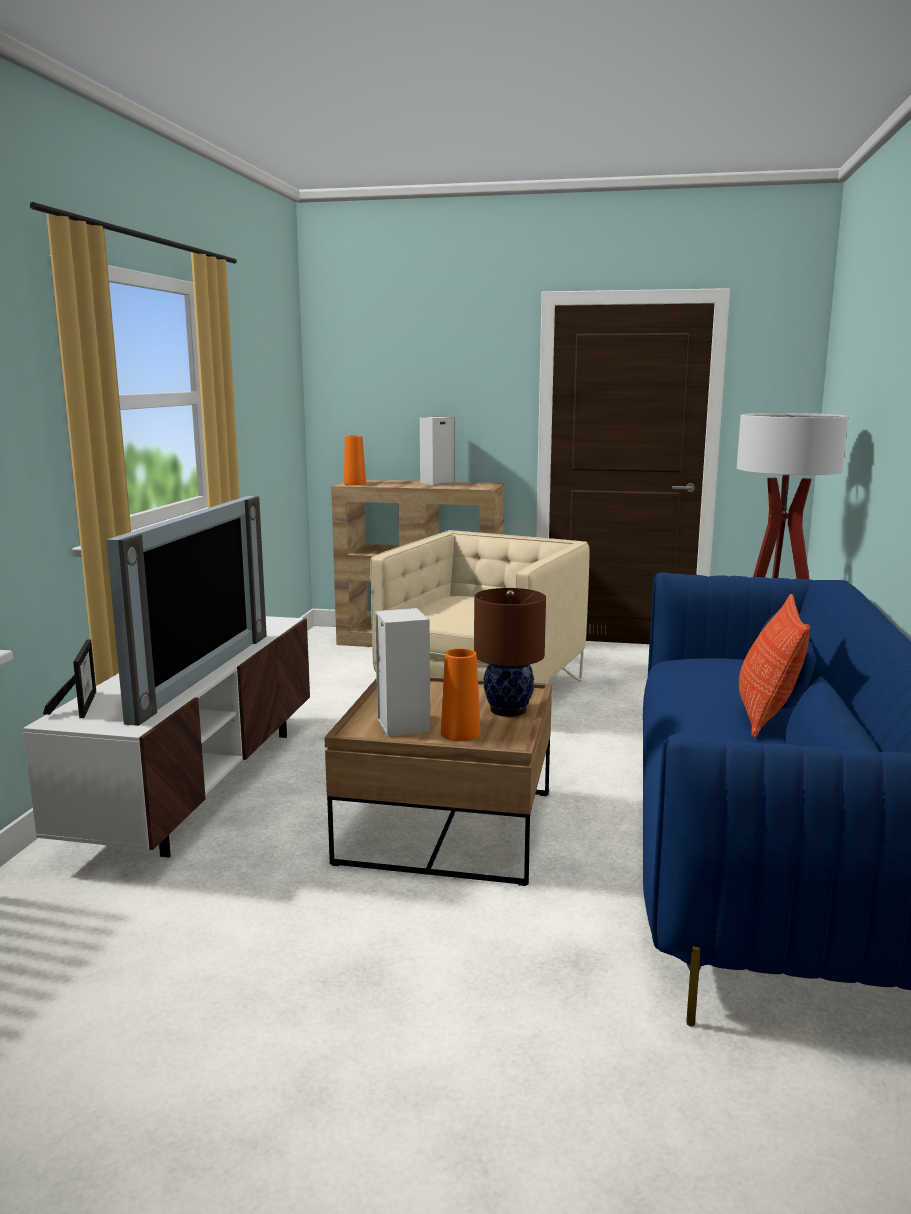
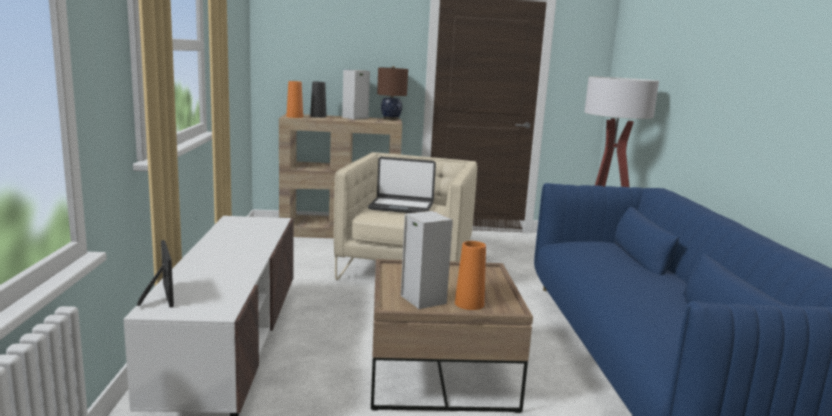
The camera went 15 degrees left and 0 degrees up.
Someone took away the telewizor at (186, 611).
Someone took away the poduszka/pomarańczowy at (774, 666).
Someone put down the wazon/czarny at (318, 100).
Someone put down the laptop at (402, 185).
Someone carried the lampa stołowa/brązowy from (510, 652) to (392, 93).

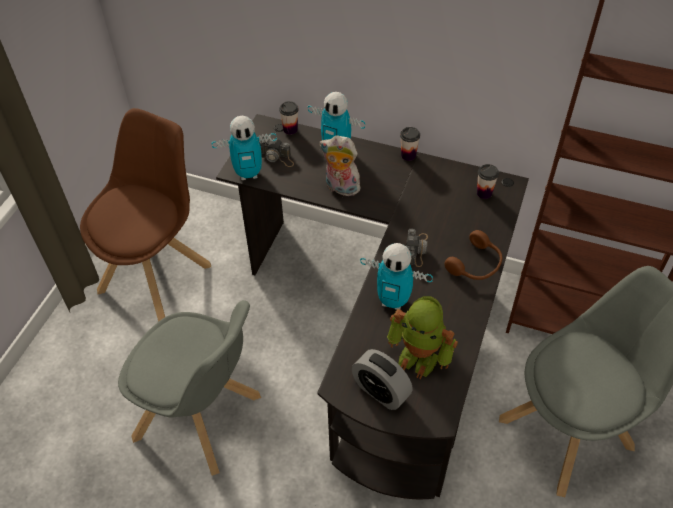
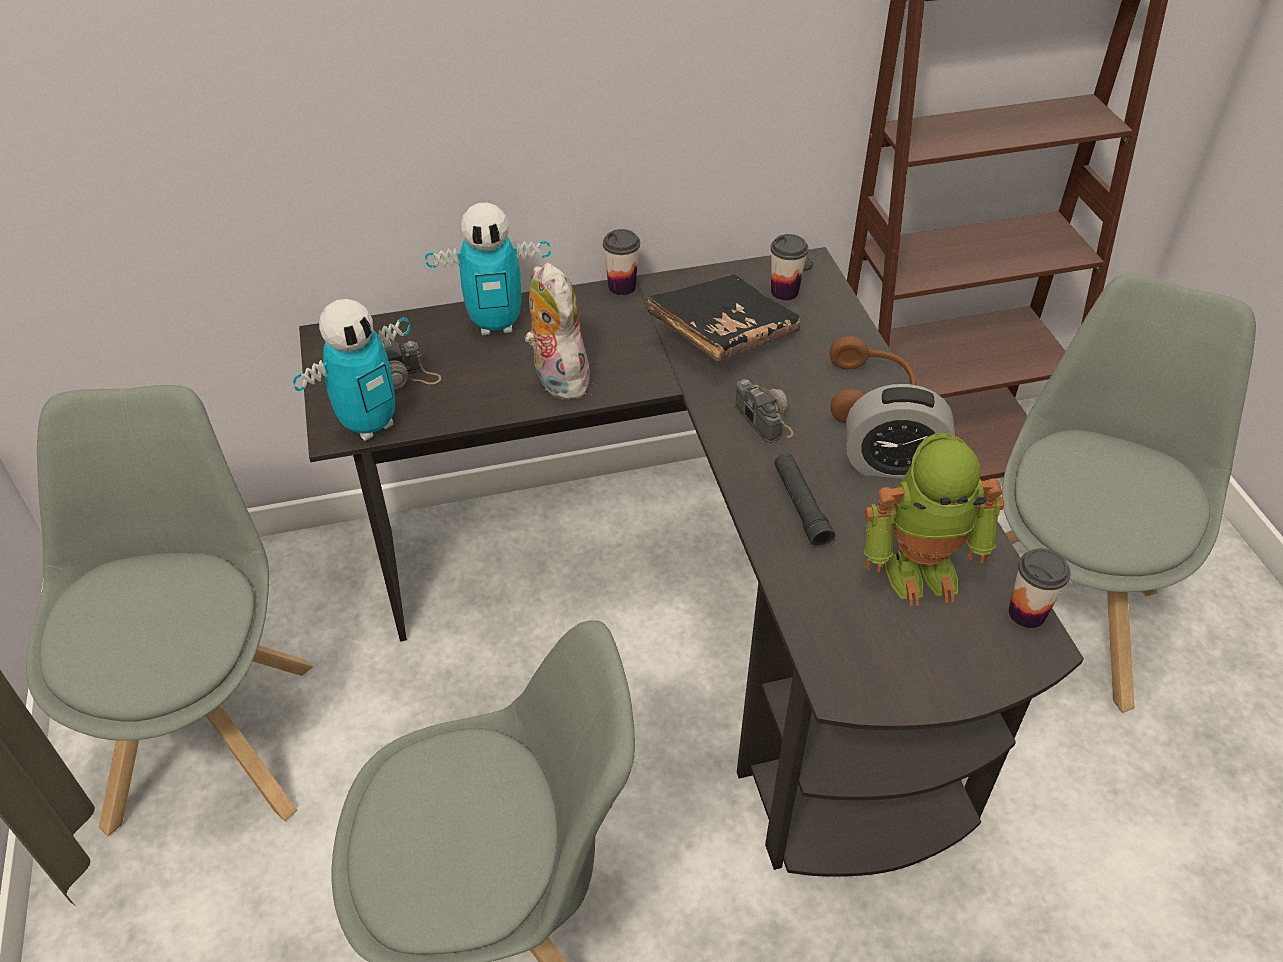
The camera went 35 degrees left and 5 degrees down.
Someone put down the książka/czarny at (723, 317).
Someone carried the filiżanka from (289, 118) to (1040, 588).
Someone carried the budzik from (382, 379) to (900, 431).
Someone swapped the robot zabawkowy at (396, 276) for the latarka/czarny at (804, 500).
Someone repainted the krzesło/brązowy at (145, 215), which became the krzesło/szary at (169, 610).
Someone rotated the pluszak at (339, 165) by 75 degrees clockwise.

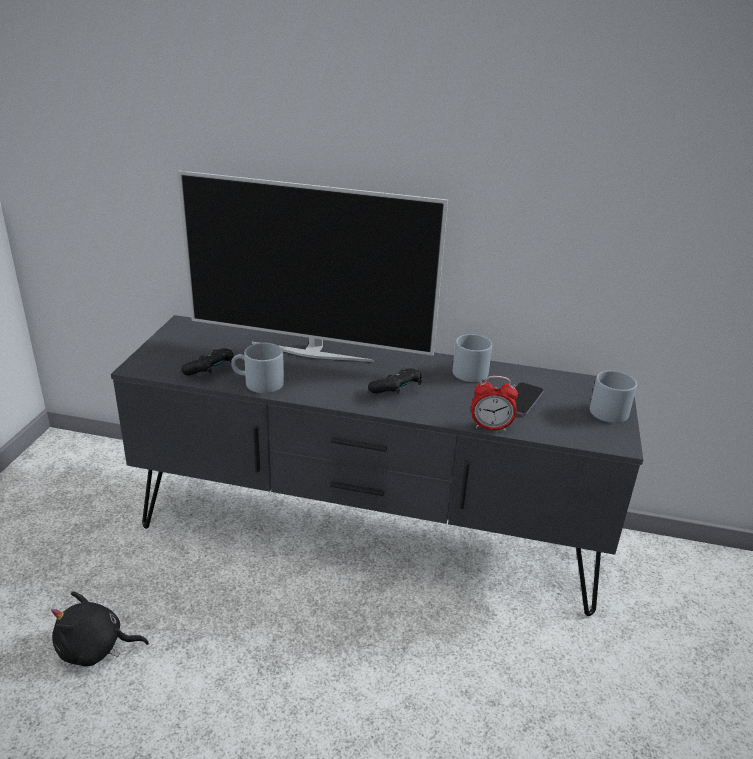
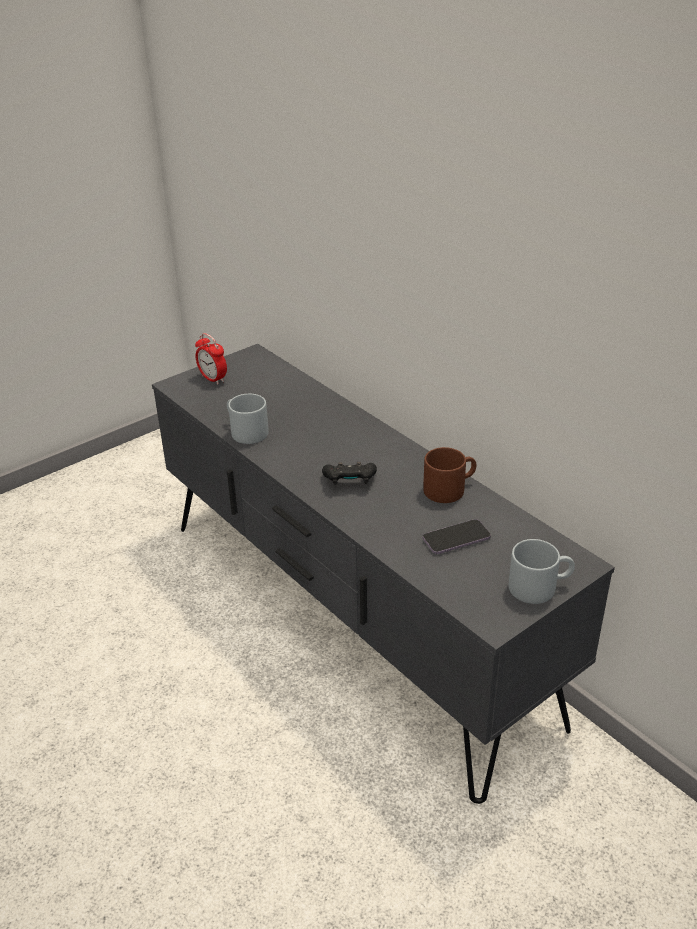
The camera went 40 degrees right and 5 degrees up.
Someone took away the pluszak/czarny at (100, 629).
Someone took away the telewizor at (313, 266).
Someone took away the pad do gier/czarny at (207, 361).
Someone carried the budzik from (494, 403) to (211, 359).
Someone repainted the kubek/szary at (472, 358), which became the kubek/brązowy at (449, 475).

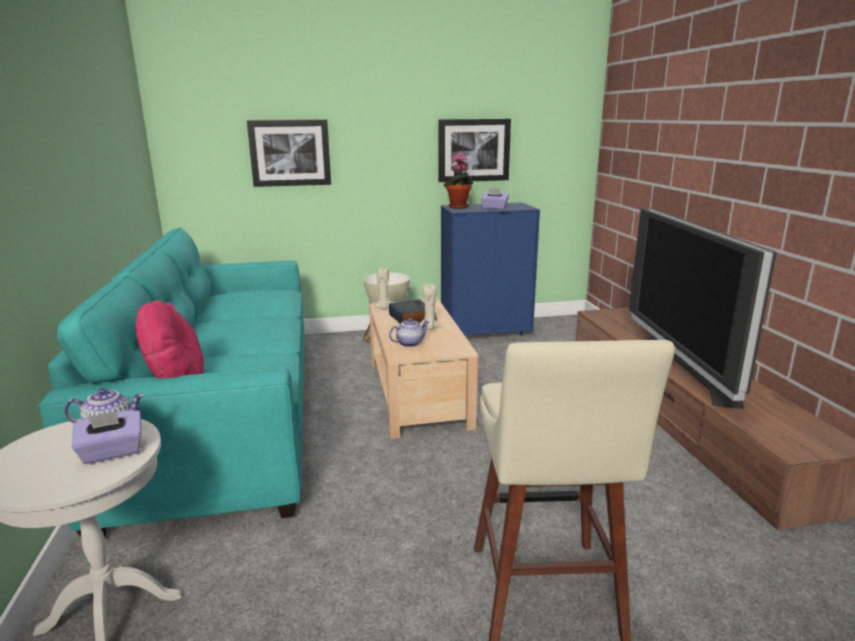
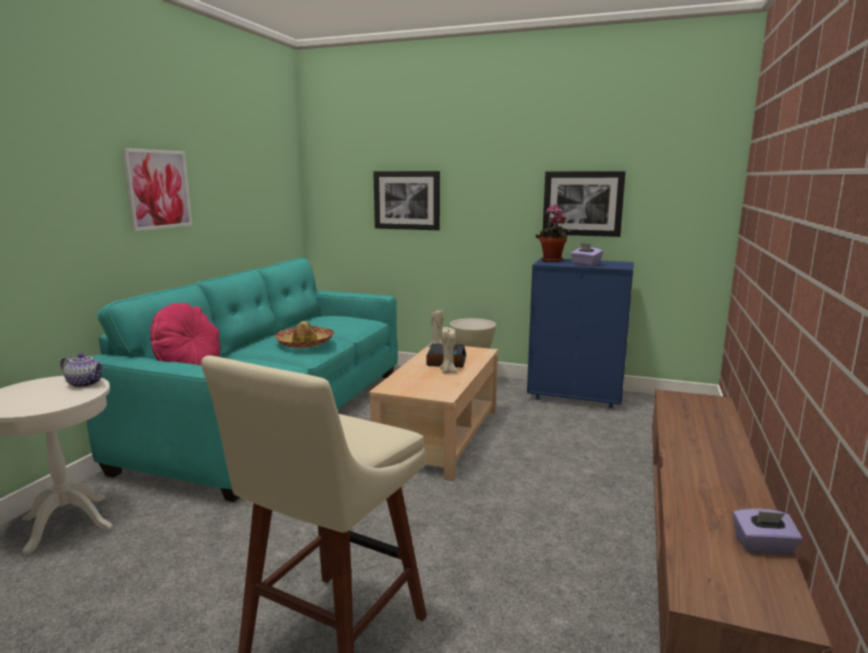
The camera went 30 degrees right and 5 degrees down.
Someone took away the imbryk at (409, 332).
Someone took away the telewizor at (702, 308).
Someone put up the obraz at (157, 190).
Someone put down the kapelusz at (304, 334).
Someone carried the pudełko chusteczek/fioletowy from (106, 437) to (767, 532).

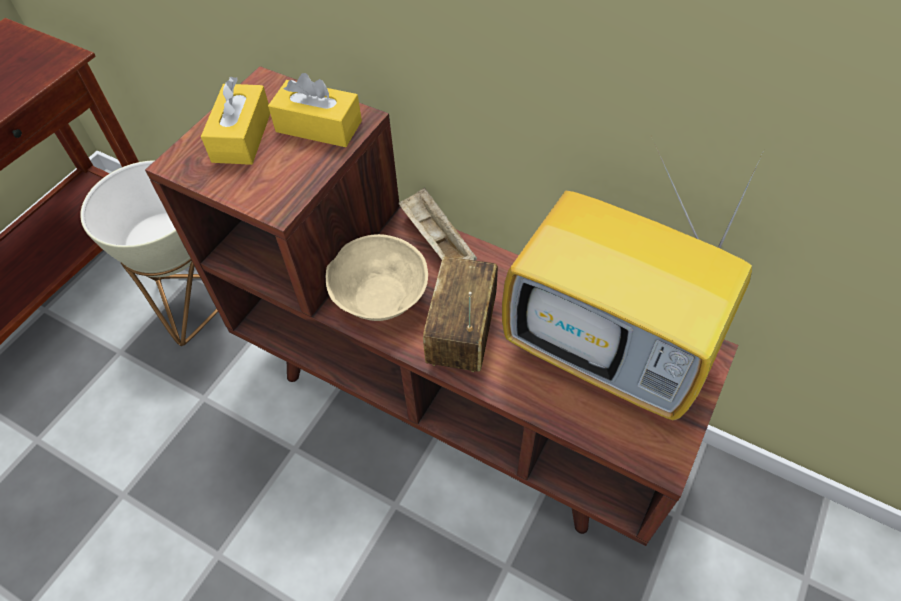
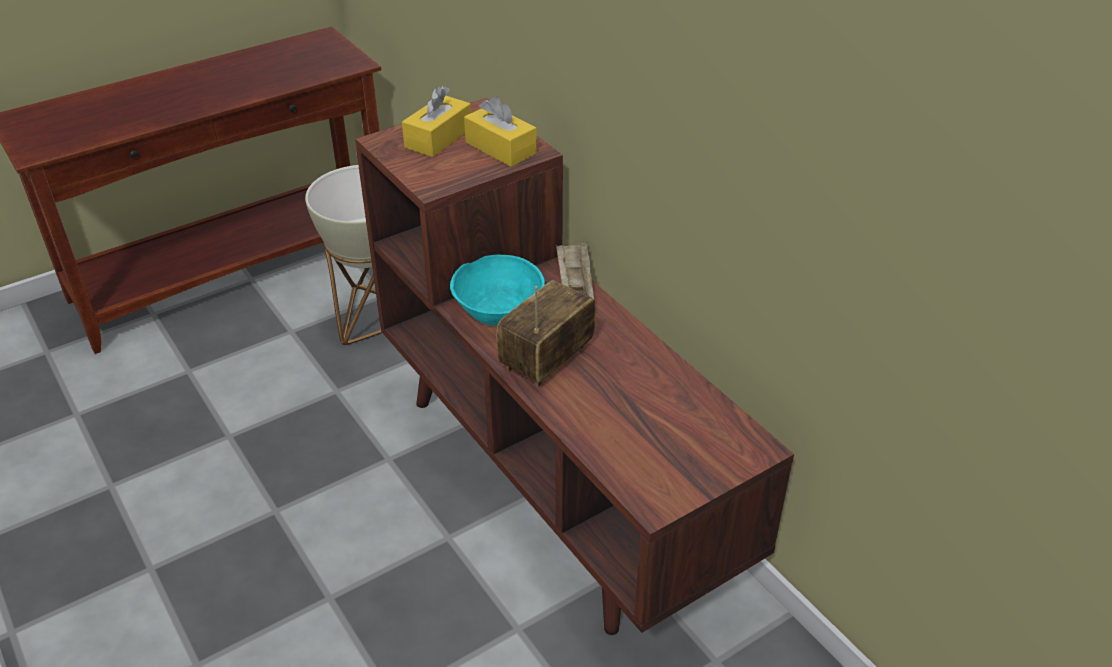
The camera went 25 degrees right and 15 degrees down.
Someone took away the telewizor at (634, 278).
Someone repainted the miska/beżowy at (377, 277), which became the miska/turkusowy at (497, 290).

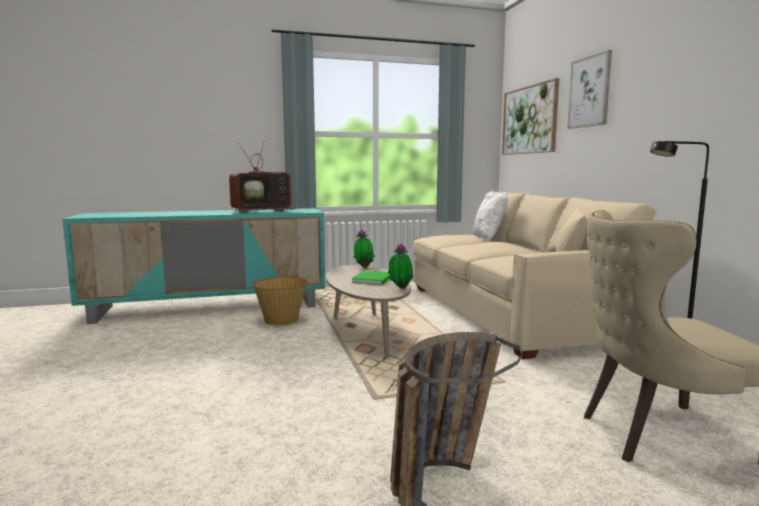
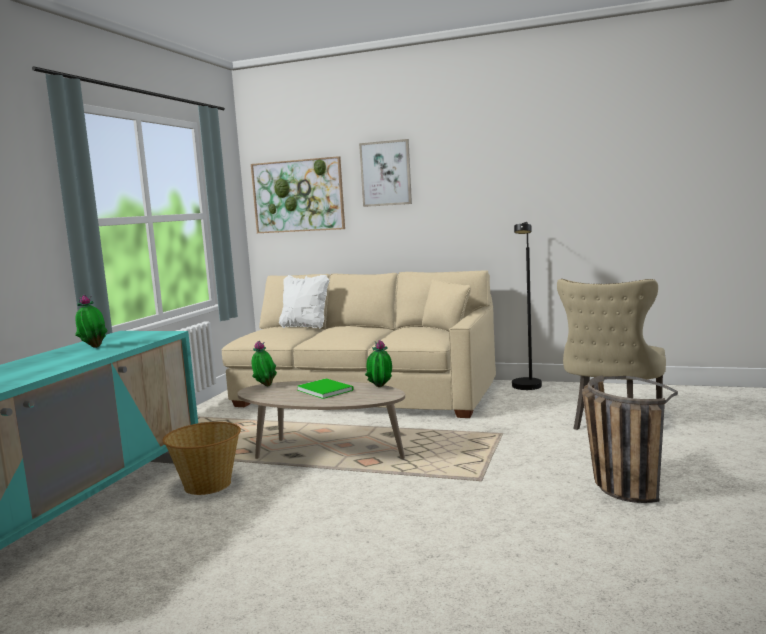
The camera went 55 degrees left and 0 degrees up.
Someone swapped the telewizor at (261, 176) for the roślina doniczkowa at (91, 321).

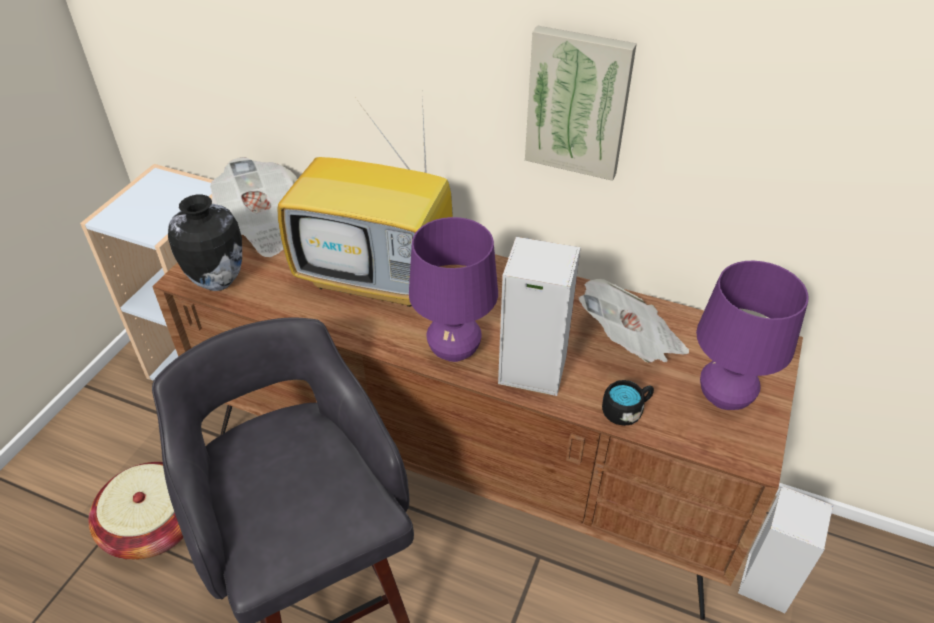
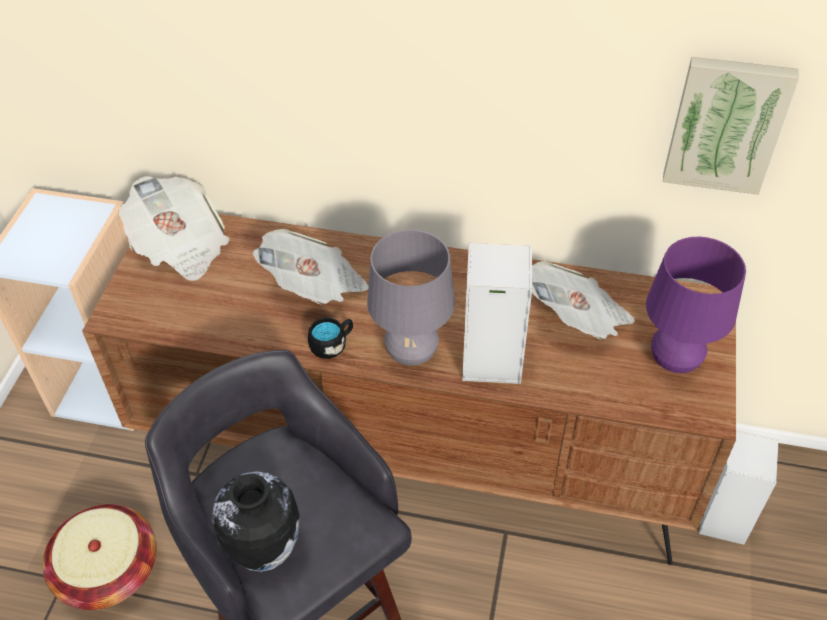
The camera went 10 degrees left and 5 degrees up.
Someone carried the wazon from (205, 243) to (255, 521).
Someone carried the obraz from (581, 103) to (731, 126).
Someone carried the kubek/czarny from (628, 403) to (330, 338).
Someone swapped the telewizor at (365, 202) for the gazeta at (311, 267).
Someone repainted the lampa stołowa/fioletowy at (453, 289), which became the lampa stołowa/szary at (411, 297).

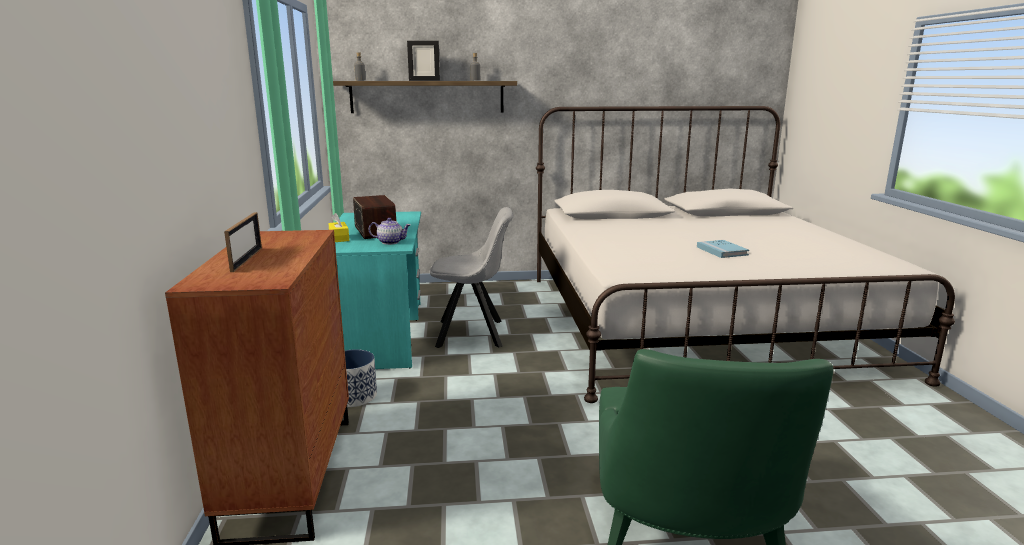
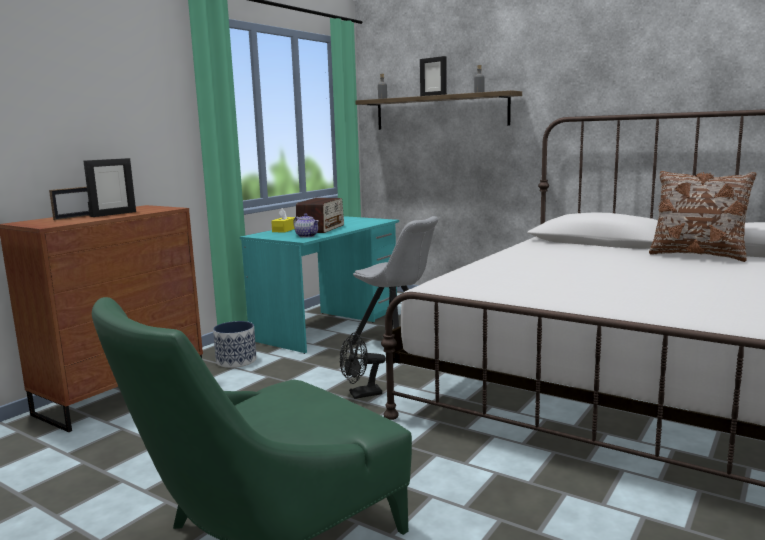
The camera went 40 degrees right and 5 degrees down.
Someone took away the książka/niebieski at (723, 249).
Someone put down the ramka na zdjęcie at (109, 187).
Someone put down the wentylator/czarny at (363, 365).
Someone put down the poduszka/brązowy at (702, 216).

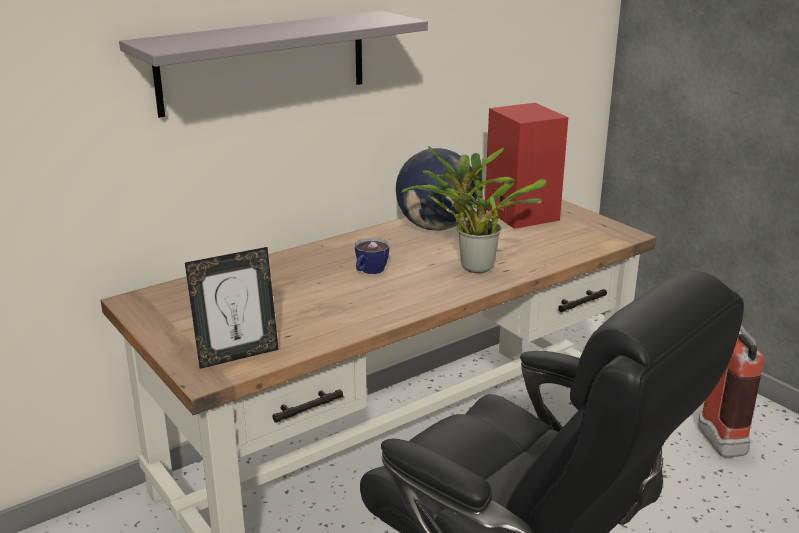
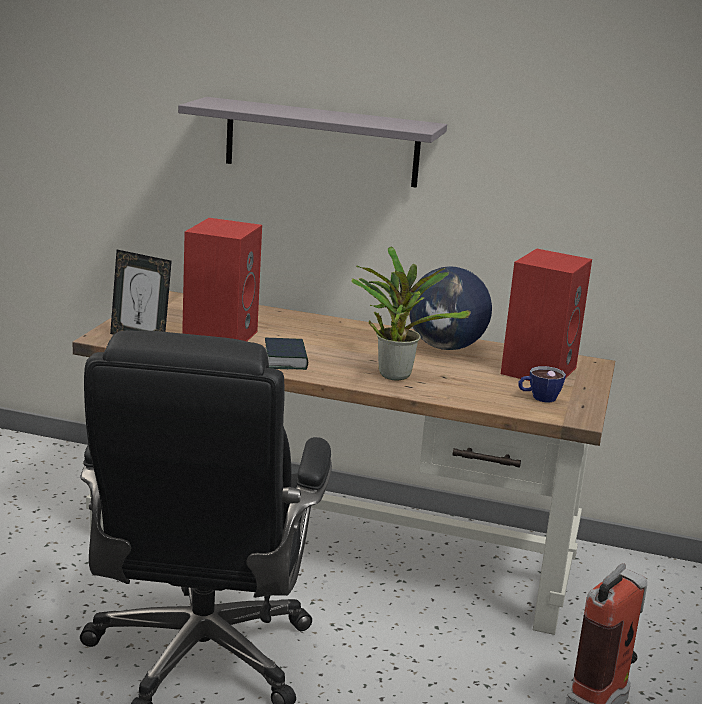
The camera went 50 degrees right and 5 degrees down.
Someone put down the głośnik/czerwony at (222, 279).
Someone put down the książka at (286, 354).
Someone carried the filiżanka from (372, 256) to (542, 384).

